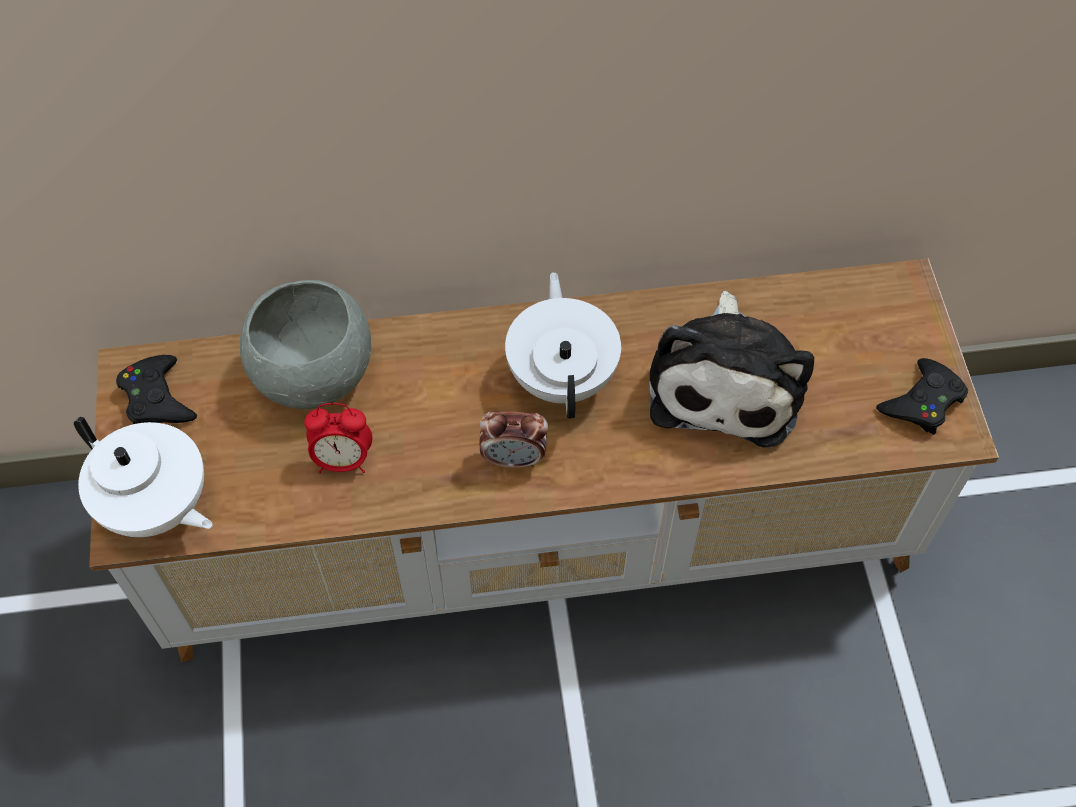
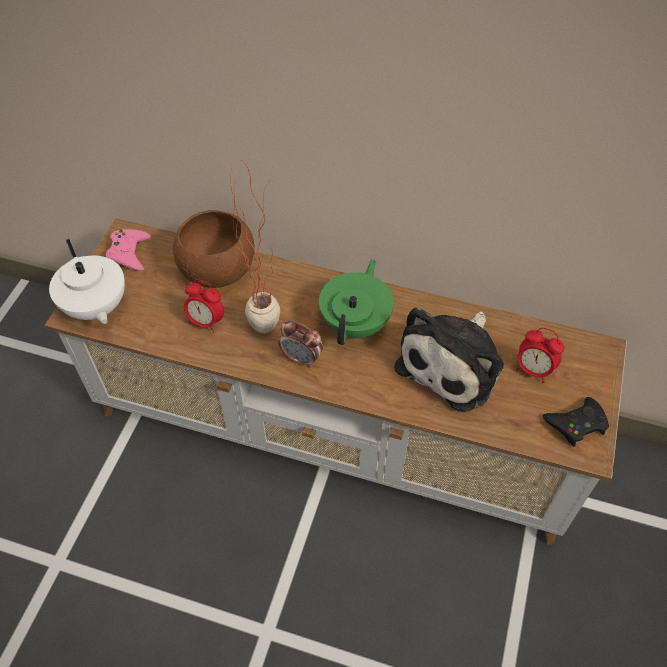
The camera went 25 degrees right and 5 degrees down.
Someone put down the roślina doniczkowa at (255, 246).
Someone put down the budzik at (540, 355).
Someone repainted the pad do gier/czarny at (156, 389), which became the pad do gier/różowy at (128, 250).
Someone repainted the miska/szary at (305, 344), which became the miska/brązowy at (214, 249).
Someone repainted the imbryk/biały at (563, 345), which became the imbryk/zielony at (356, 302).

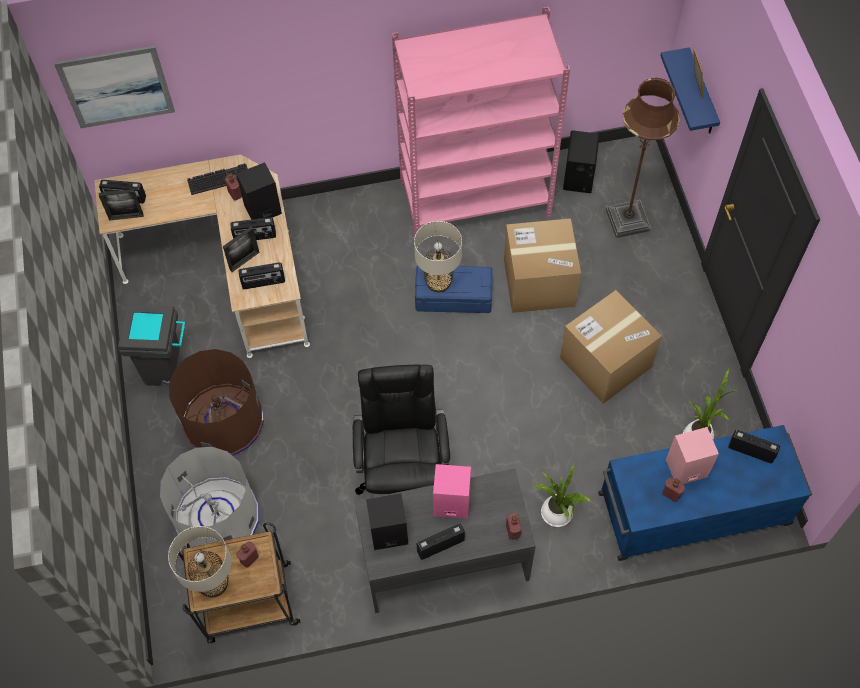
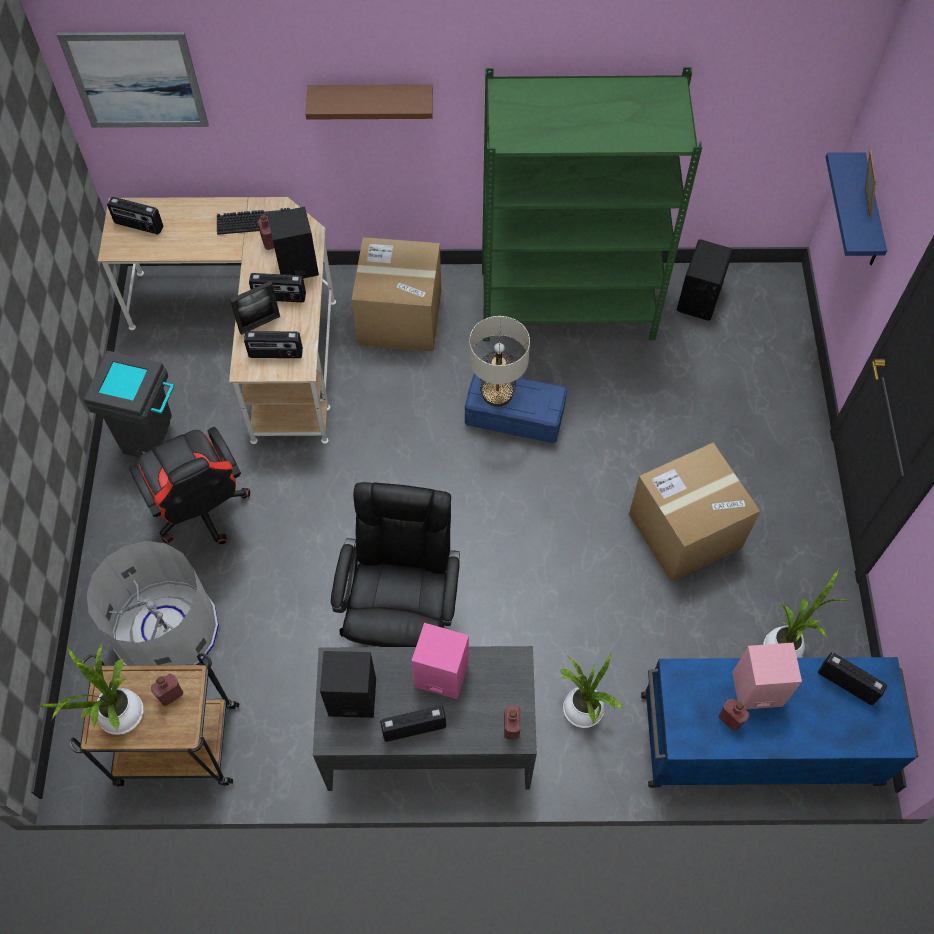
The camera went 10 degrees right and 0 degrees up.
Someone took away the ramka na zdjęcie at (121, 205).
Someone took away the lampa stojąca/brązowy at (643, 158).
Someone put up the półka/brązowy at (369, 101).
Someone carried the karton from (542, 265) to (396, 294).
Someone swapped the lampa stołowa at (199, 561) for the roślina doniczkowa at (90, 689).
Someone swapped the kosz na śmieci/brązowy at (216, 402) for the krzesło biurowe/czarny at (189, 485).
Someone repainted the regał/różowy at (481, 122), which became the regał/zielony at (592, 204).

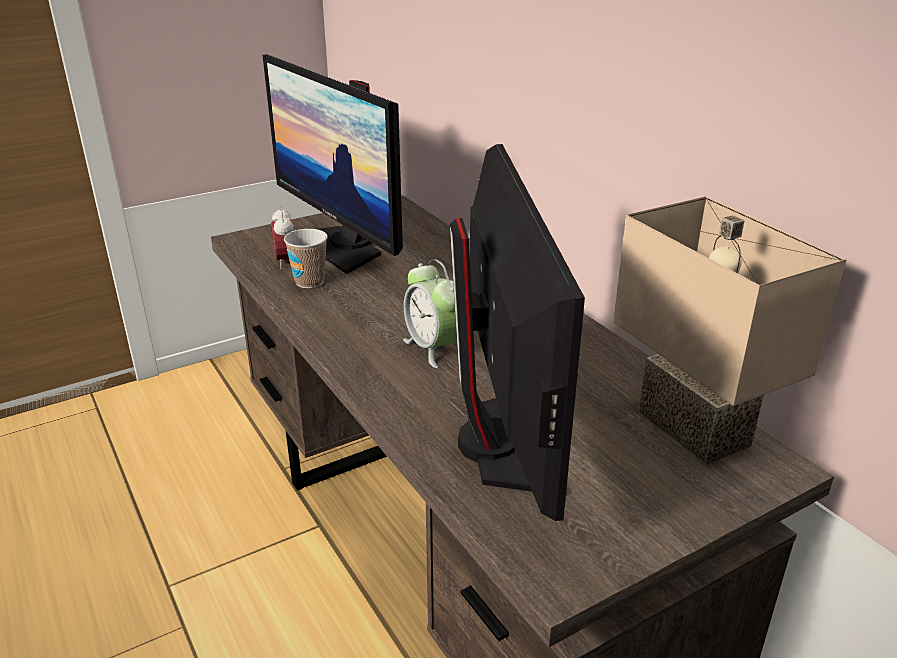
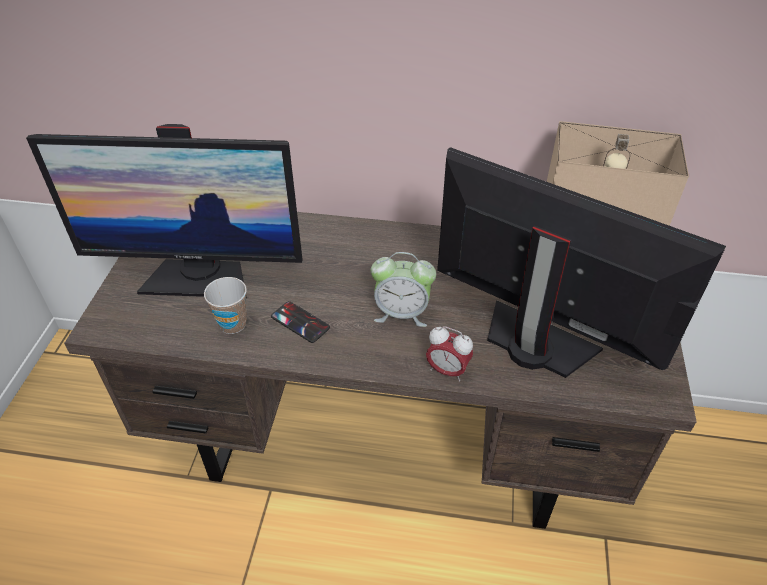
The camera went 50 degrees left and 15 degrees up.
Someone put down the telefon at (300, 322).
Someone carried the budzik from (282, 237) to (449, 353).

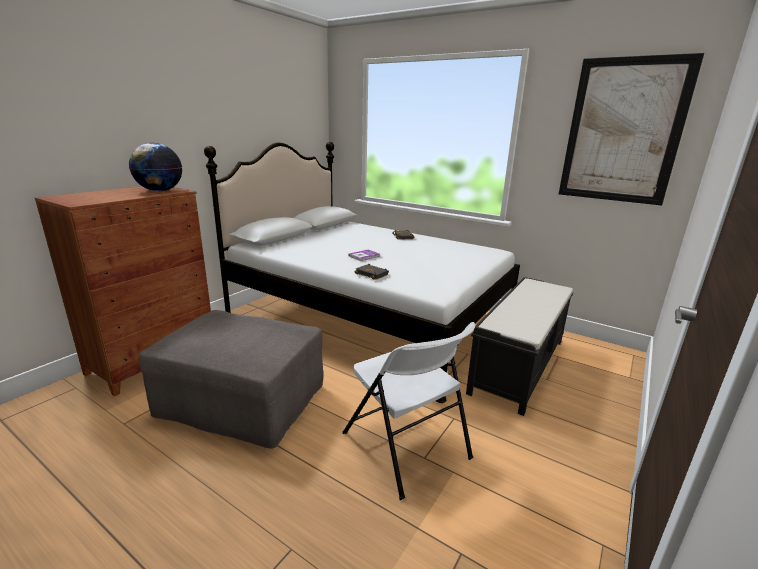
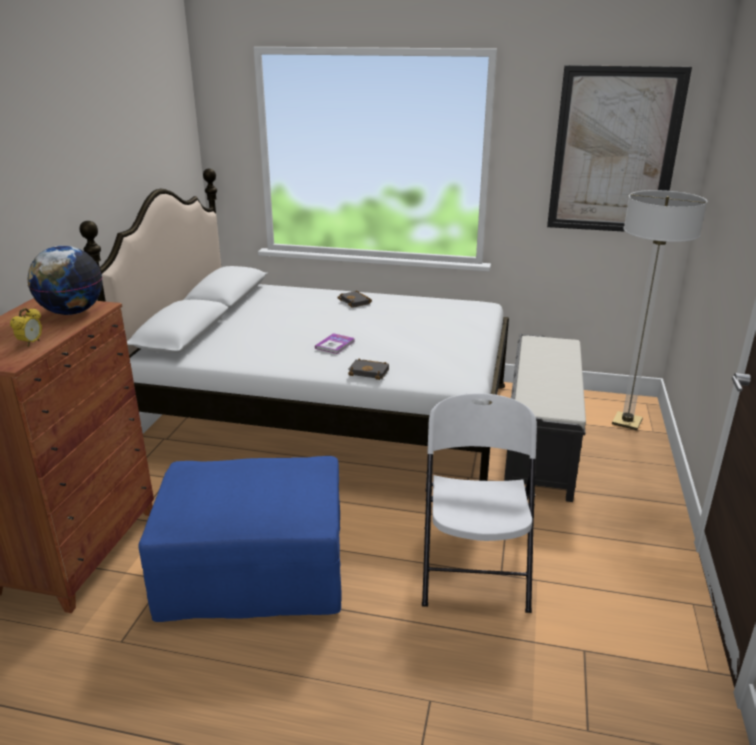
The camera went 20 degrees left and 5 degrees up.
Someone put down the budzik at (26, 327).
Someone put down the lampa stojąca at (659, 310).
Someone repainted the pufa/szary at (231, 379), which became the pufa/niebieski at (240, 539).
Someone rotated the krzesło/biały at (408, 411) by 120 degrees counterclockwise.

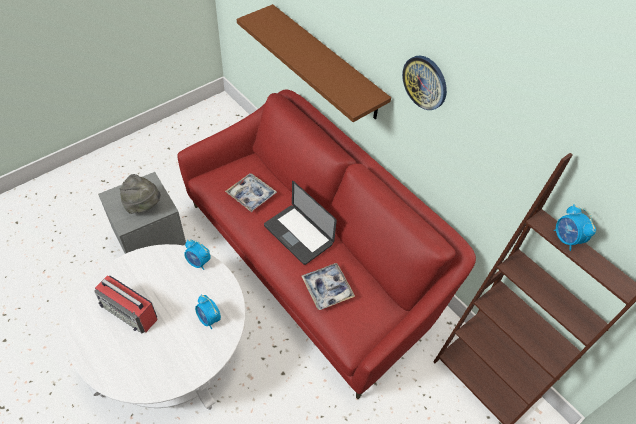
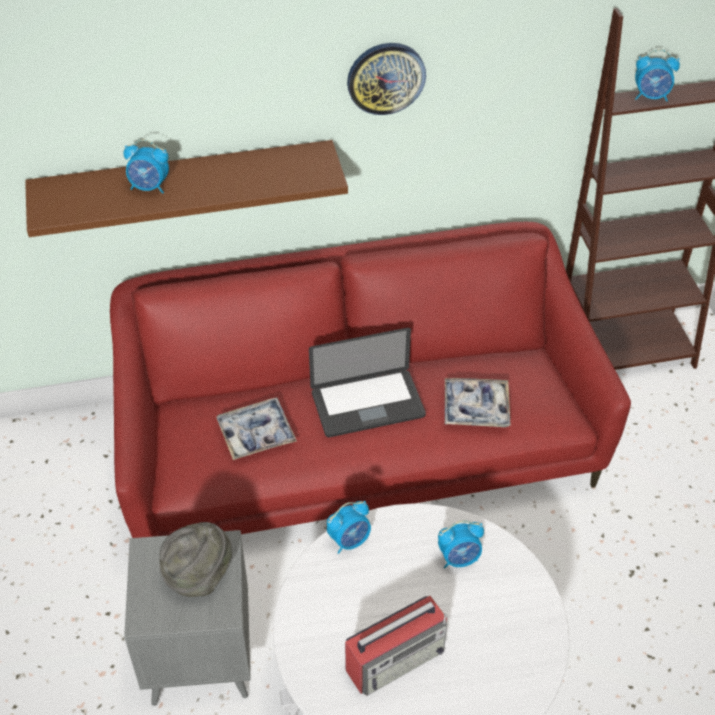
The camera went 60 degrees left and 5 degrees down.
Someone put down the budzik at (146, 166).

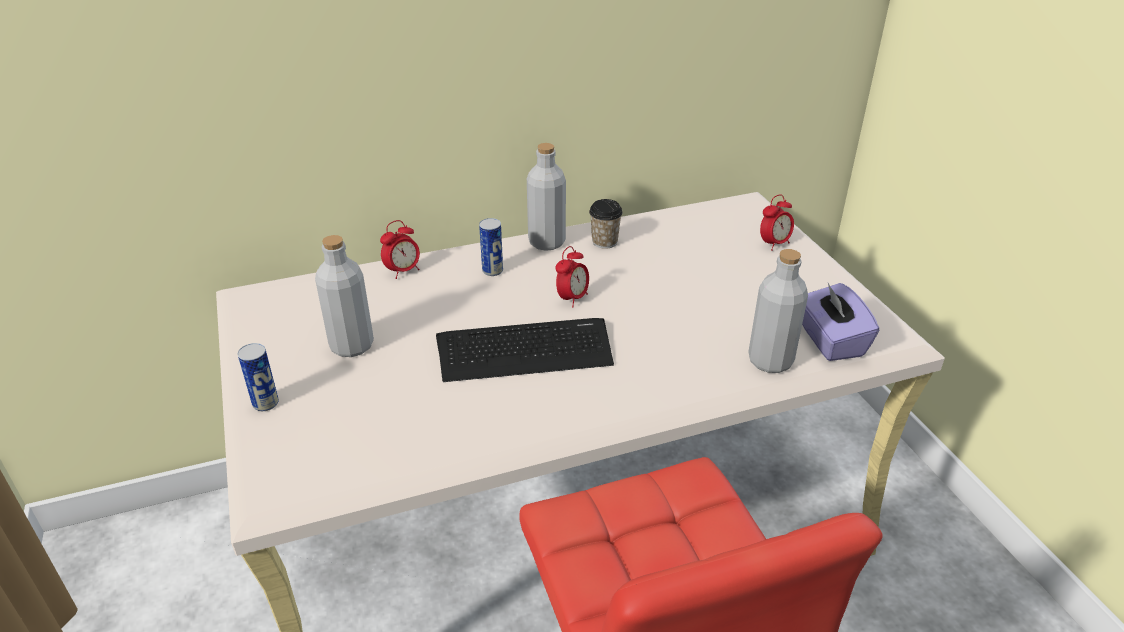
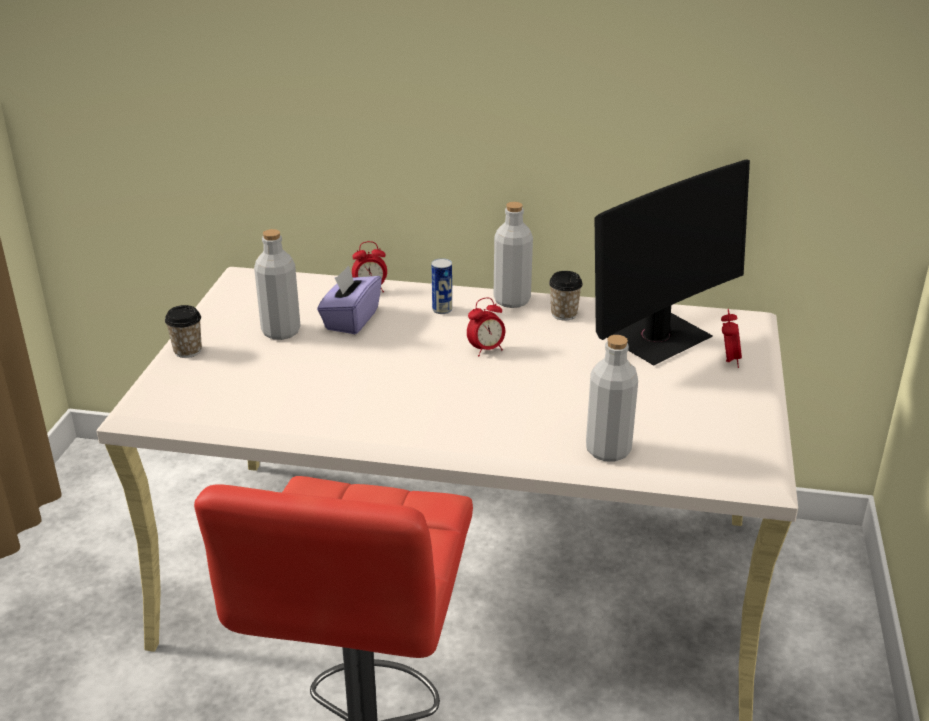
The camera went 30 degrees right and 5 degrees down.
Someone took away the klawiatura at (525, 350).
Someone put down the monitor at (672, 262).
Someone carried the pudełko chusteczek/fioletowy from (840, 322) to (349, 299).
Someone swapped the puszka at (258, 377) for the filiżanka at (183, 331).
Someone rotated the budzik at (777, 222) by 75 degrees counterclockwise.

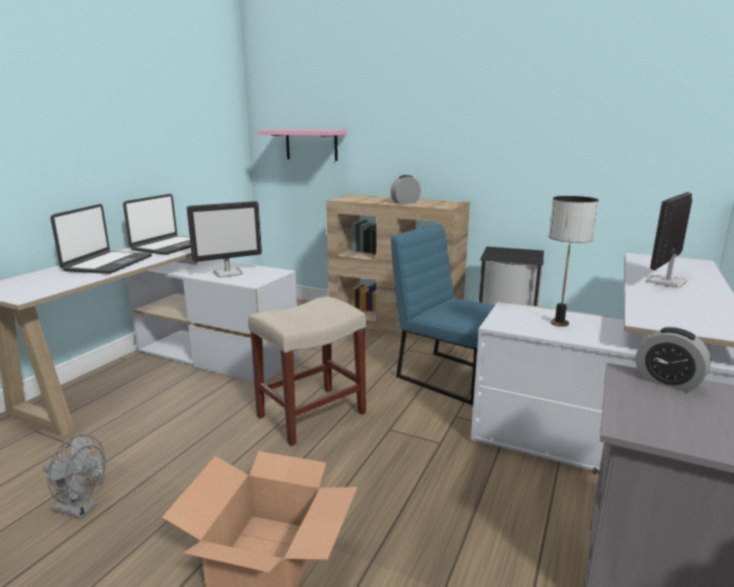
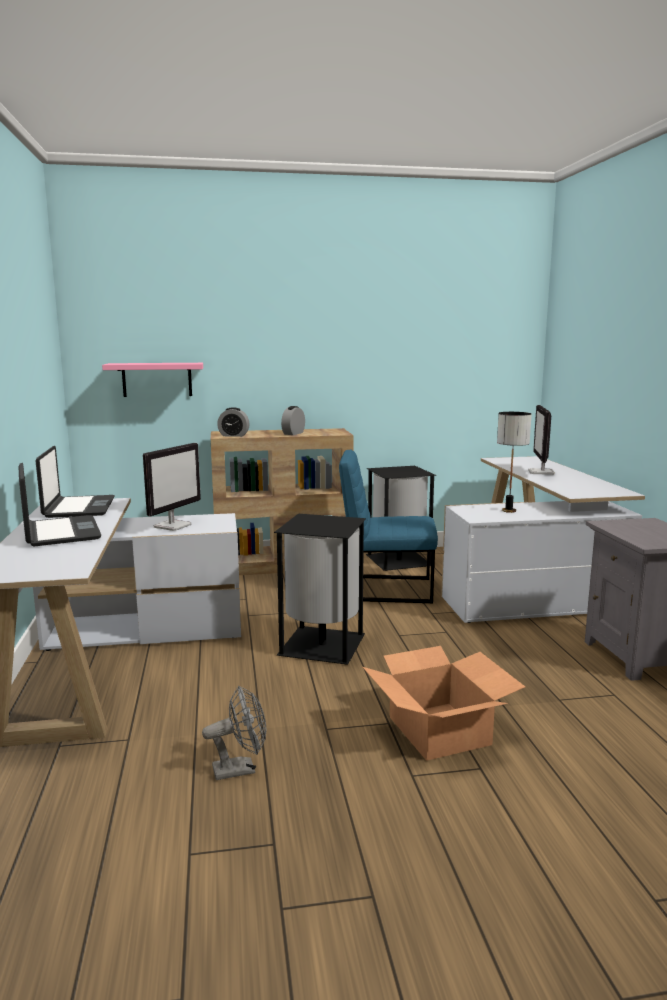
The camera went 35 degrees left and 5 degrees down.
Someone carried the budzik from (673, 359) to (233, 422).
Someone swapped the stołek/beżowy at (307, 371) for the kosz na śmieci/czarny at (320, 589).

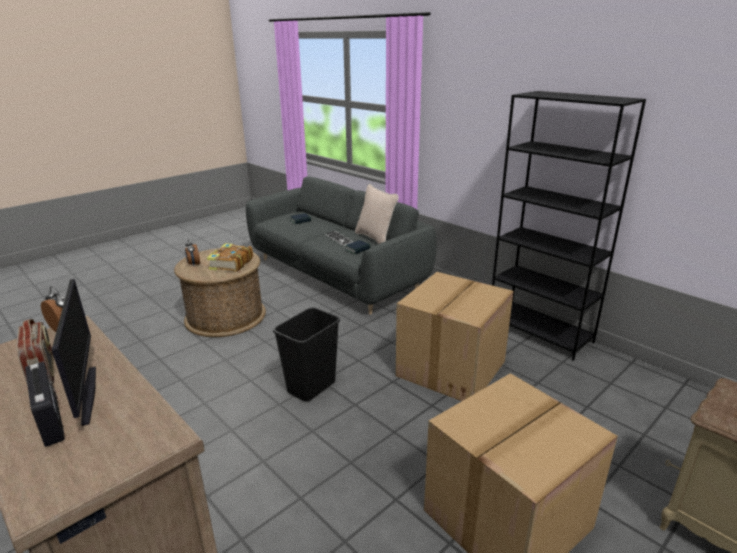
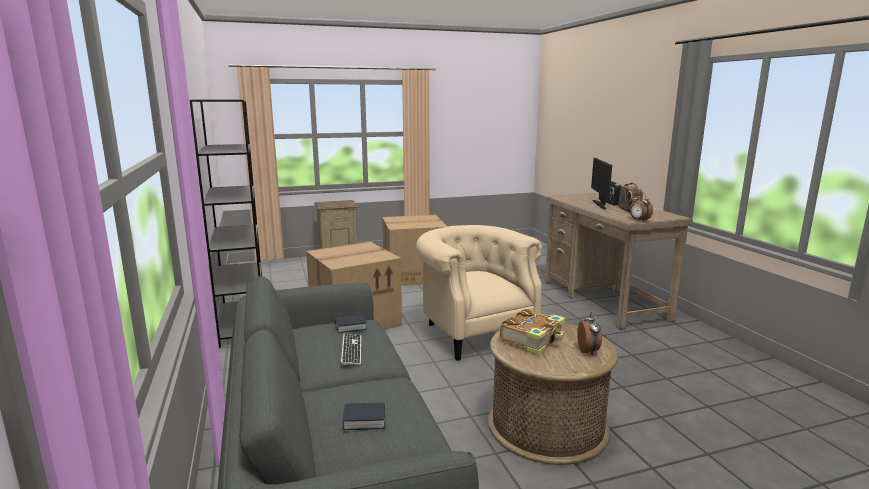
The camera went 155 degrees left and 10 degrees down.
Someone took away the poduszka/beżowy at (377, 214).
Someone swapped the kosz na śmieci/czarny at (306, 354) for the fotel/beżowy at (479, 293).

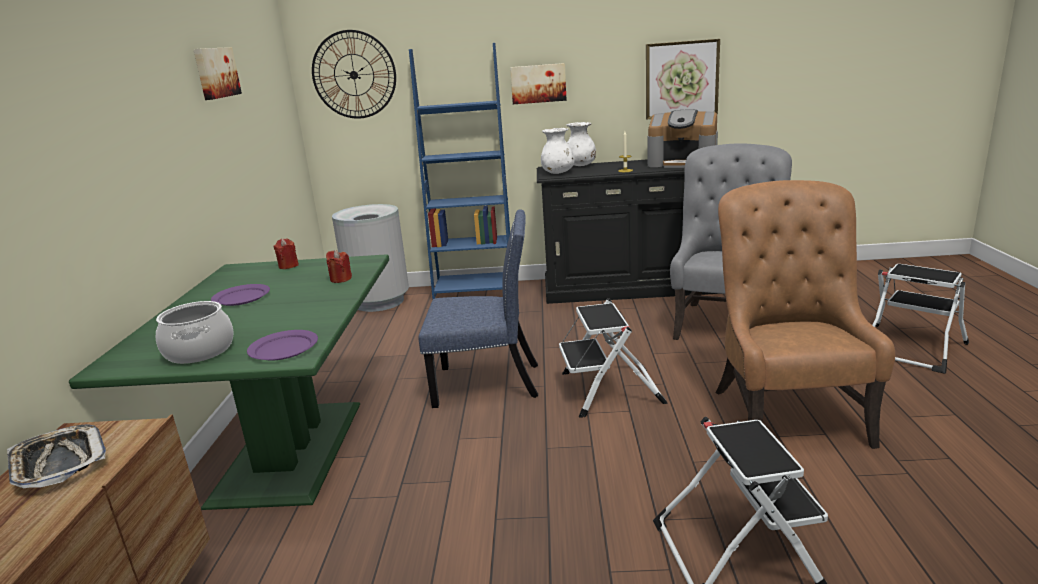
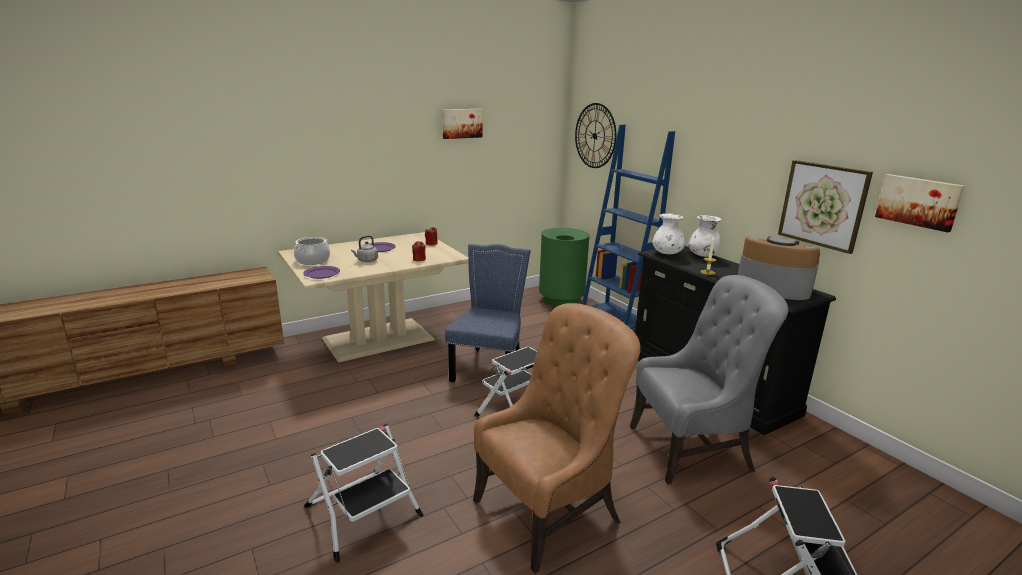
The camera went 55 degrees right and 0 degrees up.
Someone took away the taca at (56, 456).
Someone put down the czajnik/szary at (364, 248).
Someone carried the obraz from (538, 83) to (920, 203).
Someone repainted the stół jadalny/zielony at (229, 382), which became the stół jadalny/beżowy at (374, 297).
Someone repainted the kosz na śmieci/szary at (370, 258), which became the kosz na śmieci/zielony at (564, 267).
Someone rotated the krzesło/niebieski at (478, 309) by 135 degrees counterclockwise.
Someone rotated the ekspres do kawy at (683, 138) by 135 degrees clockwise.

